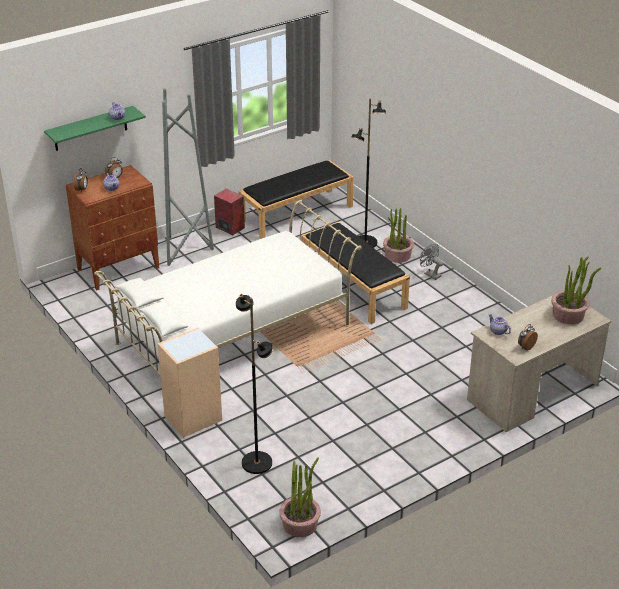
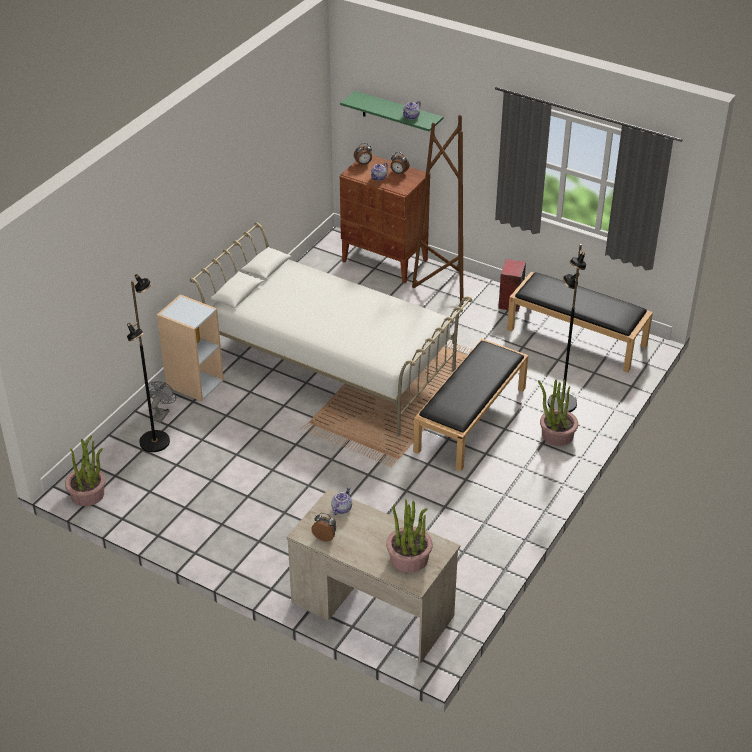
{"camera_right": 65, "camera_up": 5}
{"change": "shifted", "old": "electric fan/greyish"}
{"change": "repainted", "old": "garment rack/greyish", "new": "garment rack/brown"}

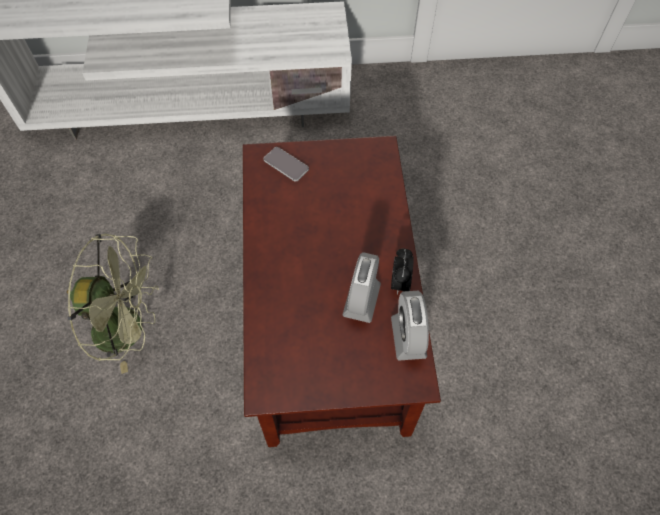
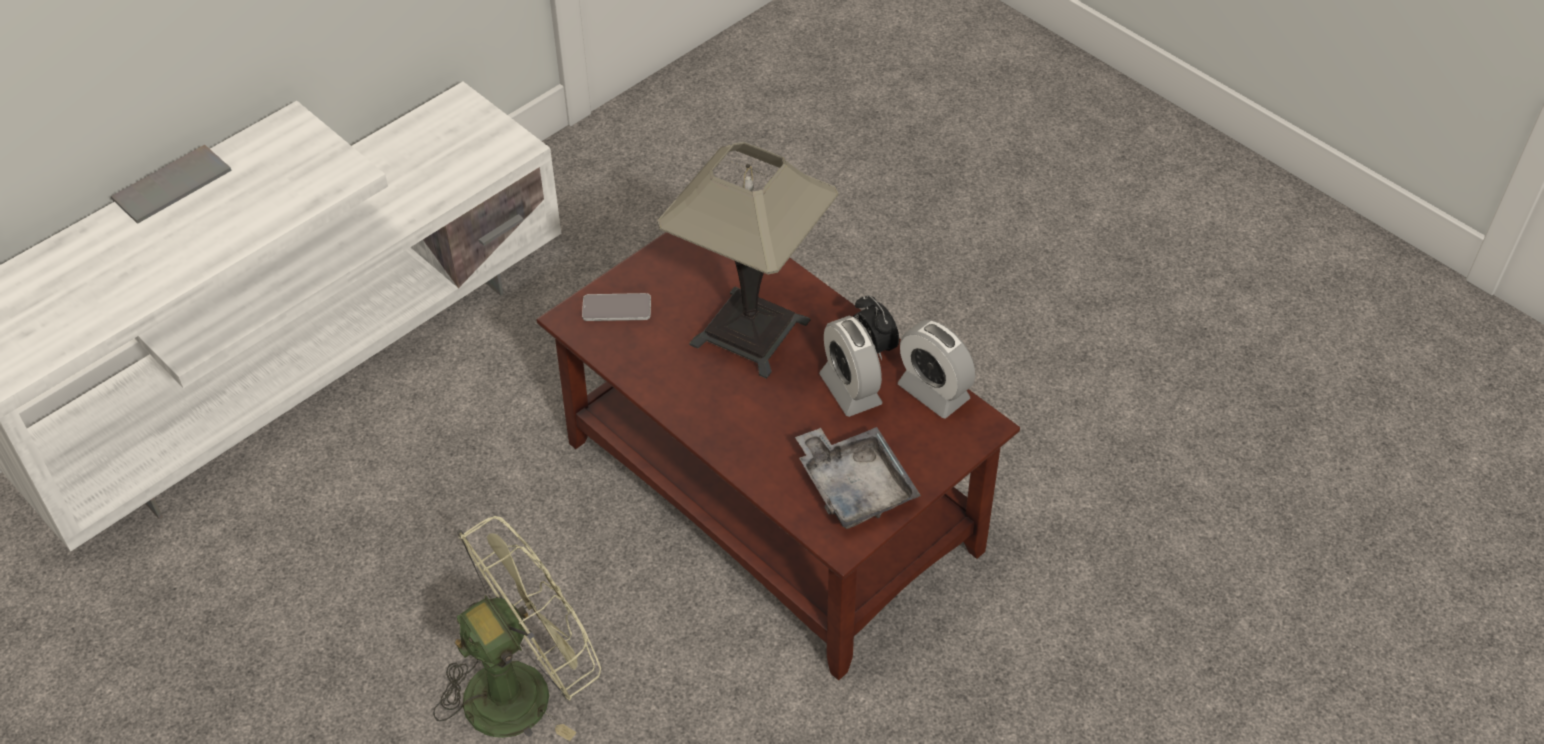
{"camera_right": -40, "camera_up": -10}
{"change": "new", "new": "table lamp"}
{"change": "new", "new": "tray/greyish"}

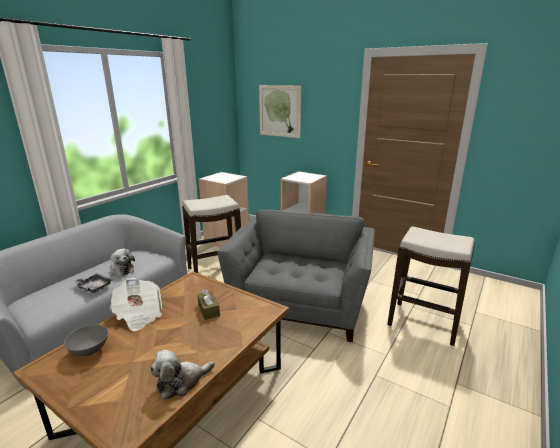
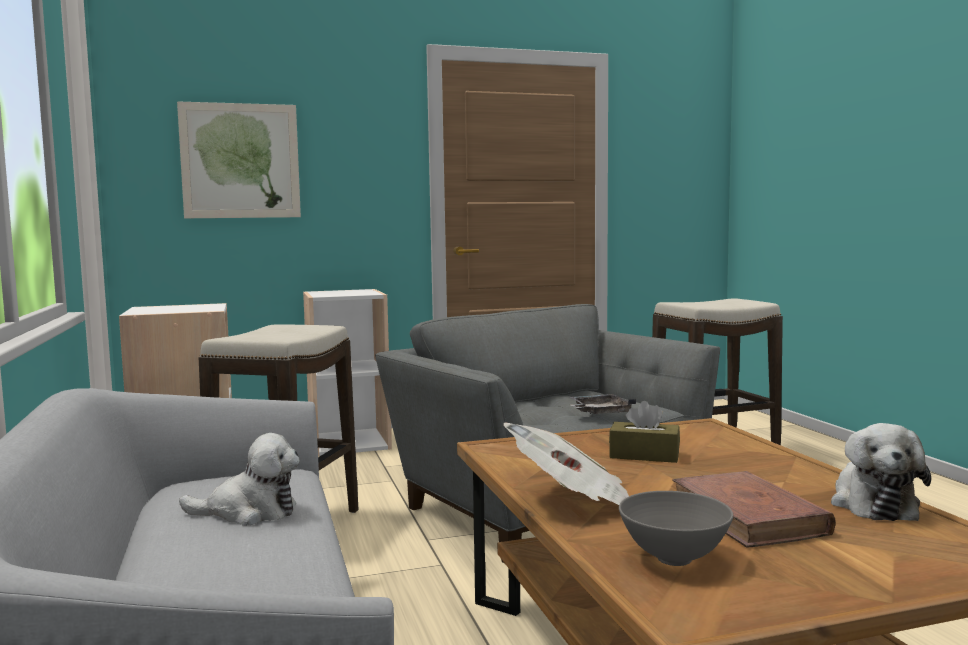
{"camera_right": -50, "camera_up": -15}
{"change": "new", "new": "book/brown"}
{"change": "shifted", "old": "tray/greyish"}

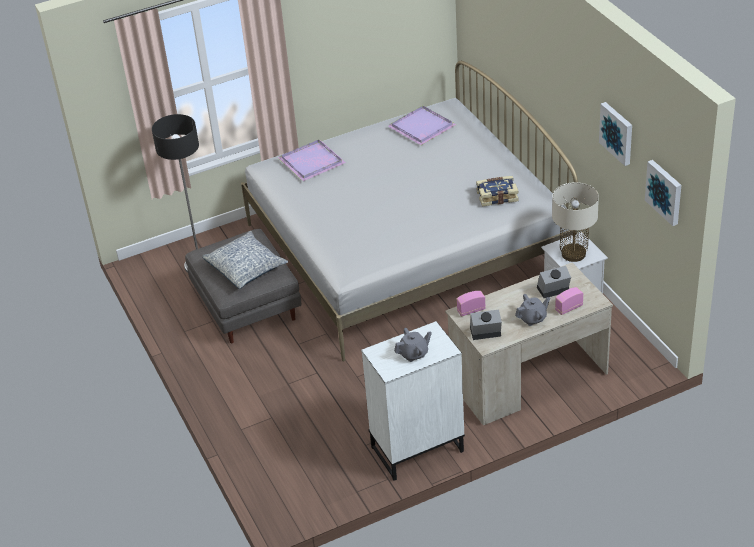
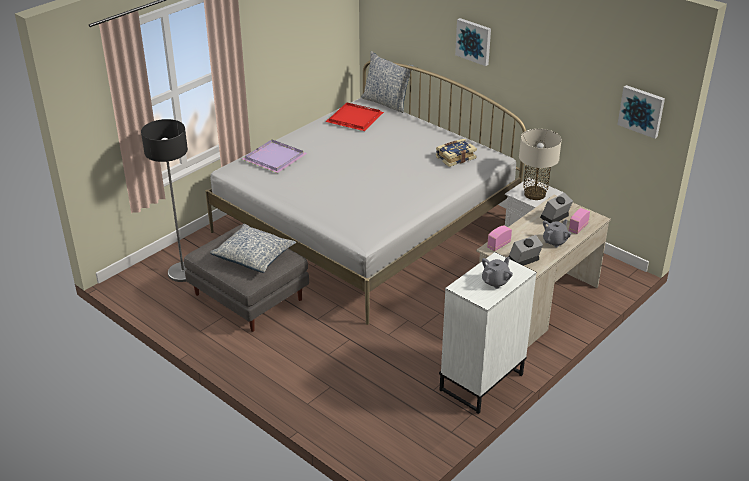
{"camera_right": -25, "camera_up": -5}
{"change": "new", "new": "pillow (no. 2 from left)"}
{"change": "shifted", "old": "wall picture (no. 1 from left)"}
{"change": "repainted", "old": "tray/purple (no. 2 from left)", "new": "tray/red-coloured"}

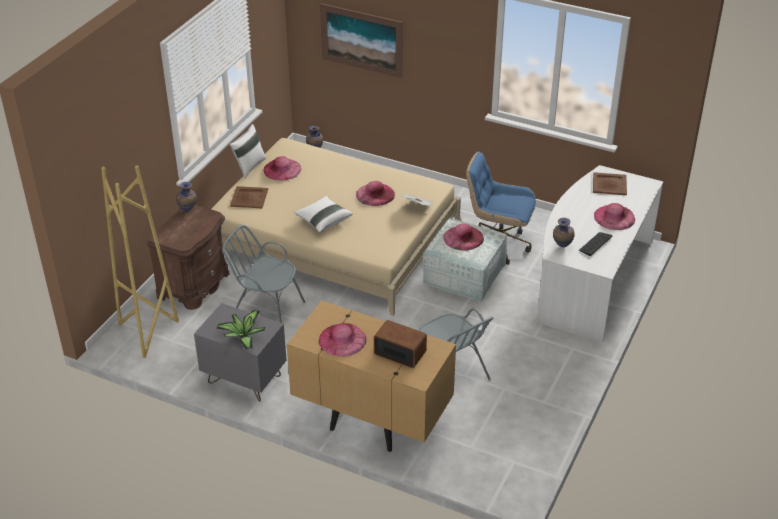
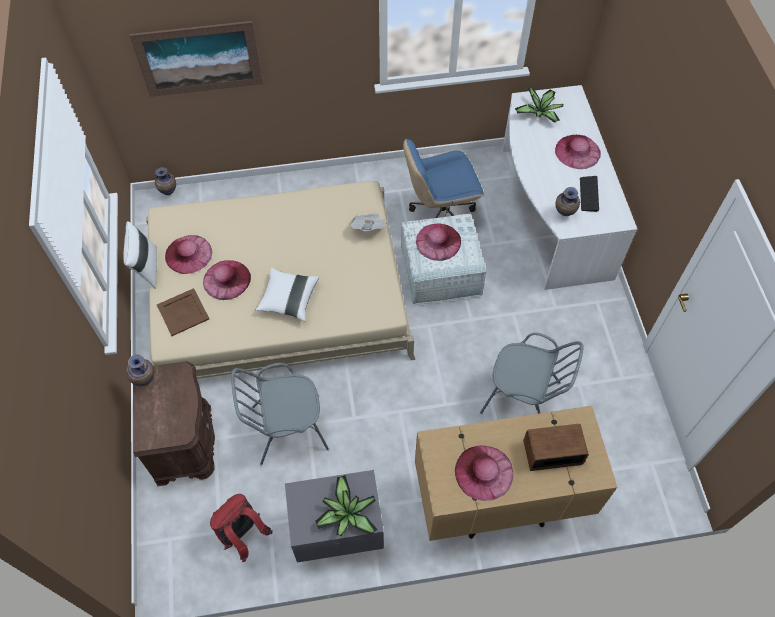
{"camera_right": -35, "camera_up": 20}
{"change": "gone", "old": "garment rack/yellow"}
{"change": "new", "new": "backpack/red-coloured"}
{"change": "shifted", "old": "wearable hat/pinkish (no. 3 from left in the first image)", "new": "wearable hat/pinkish (no. 2 from left)"}
{"change": "swapped", "old": "tray/brown (no. 2 from left)", "new": "plant in a pot (no. 2 from left)"}

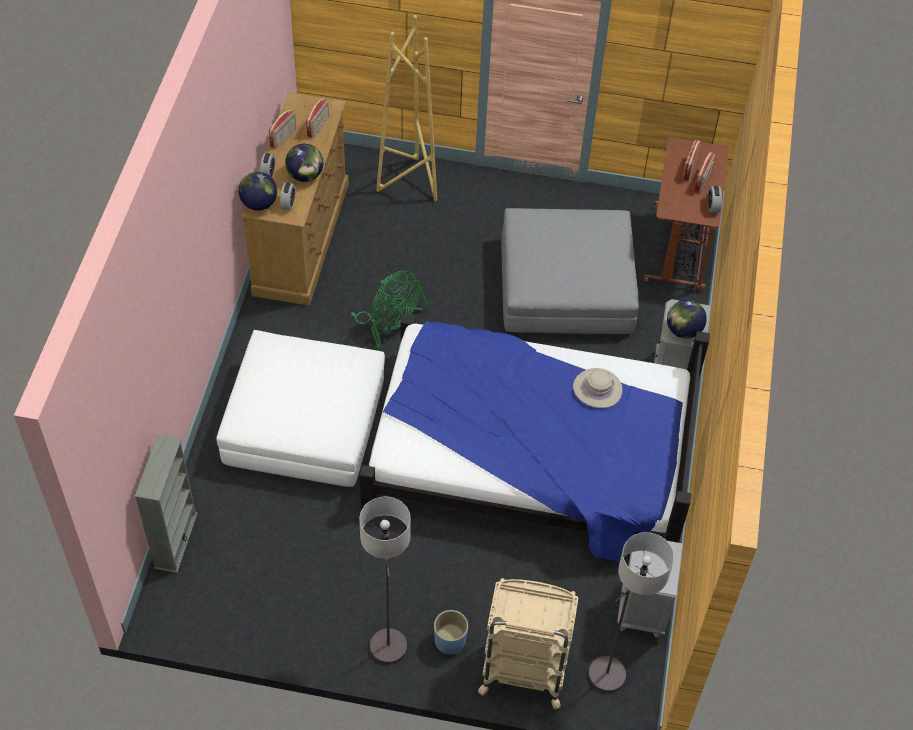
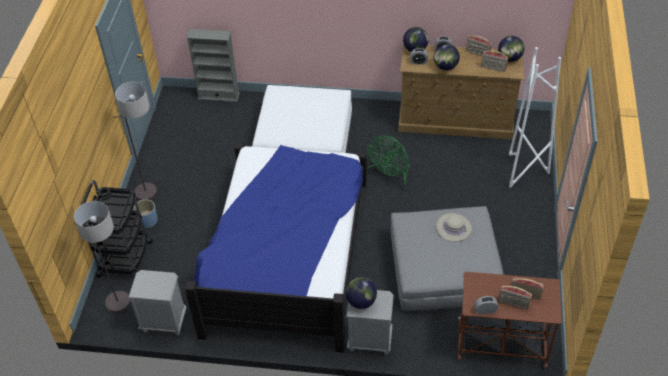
{"camera_right": 90, "camera_up": -5}
{"change": "new", "new": "world globe (no. 4 from left)"}
{"change": "shifted", "old": "wearable hat/beige-coloured"}
{"change": "repainted", "old": "garment rack/yellow", "new": "garment rack/whitish"}
{"change": "repainted", "old": "trolley/beige-coloured", "new": "trolley/black"}

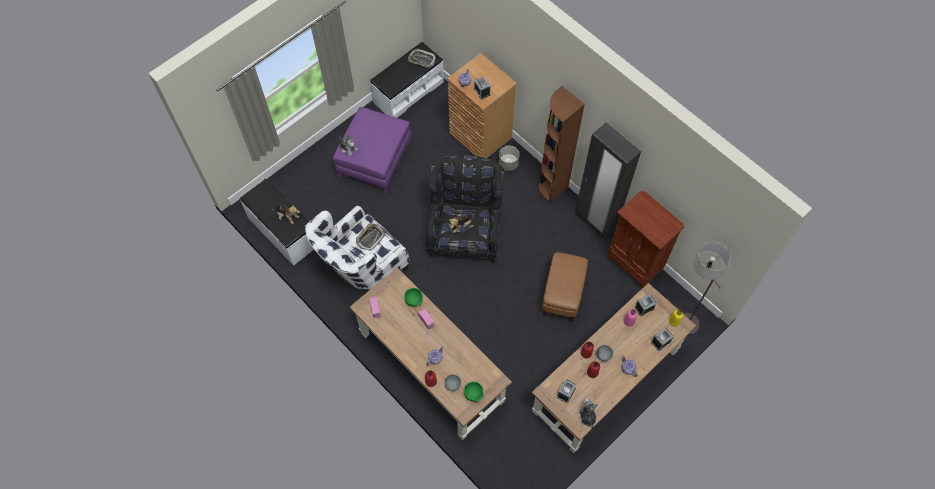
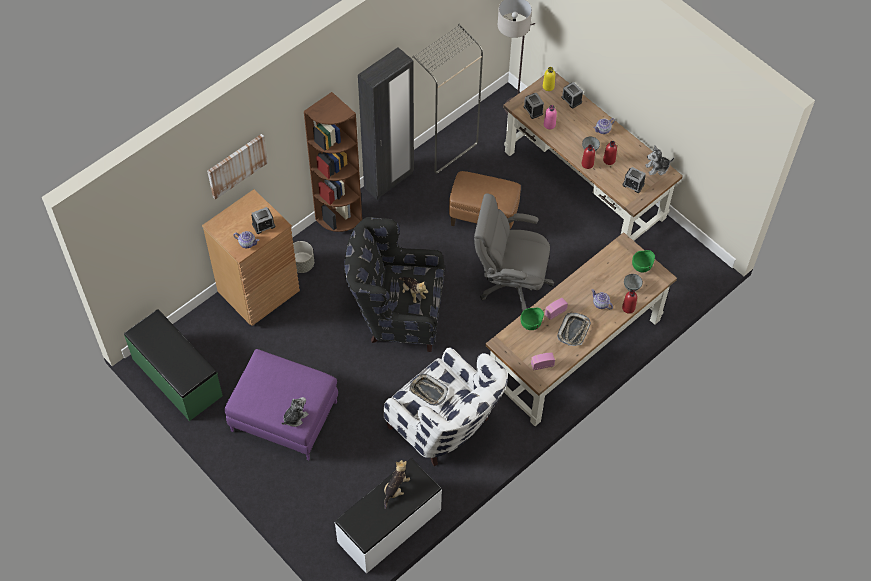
{"camera_right": -90, "camera_up": -5}
{"change": "new", "new": "wall picture"}
{"change": "new", "new": "desk chair/greyish"}
{"change": "shifted", "old": "tray (no. 2 from left)"}
{"change": "swapped", "old": "cupboard/brown", "new": "garment rack/greyish"}
{"change": "repainted", "old": "bench/whitish (no. 2 from left)", "new": "bench/greenish"}

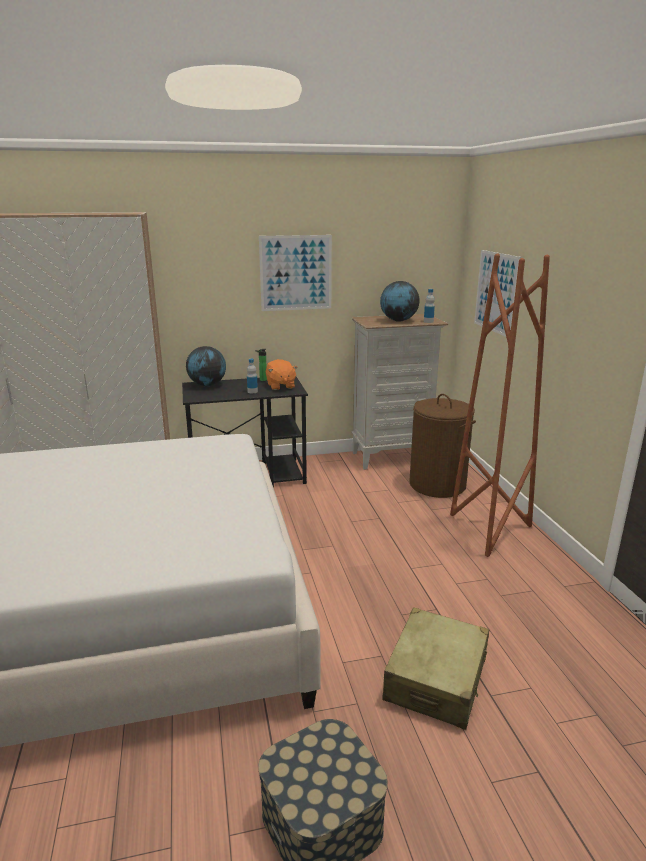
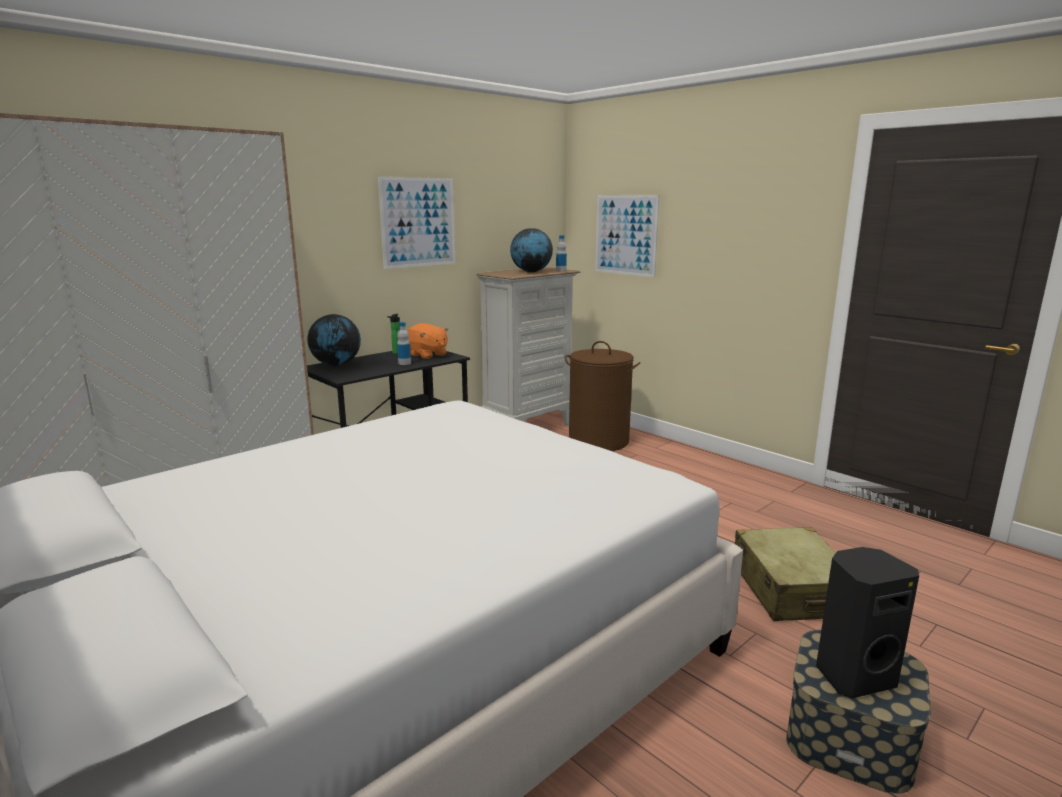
{"camera_right": -30, "camera_up": -5}
{"change": "gone", "old": "garment rack/brown"}
{"change": "new", "new": "audio speaker/black"}

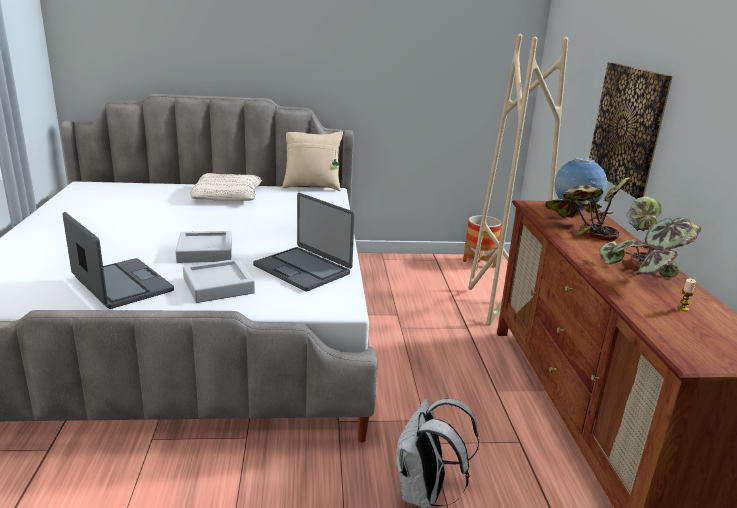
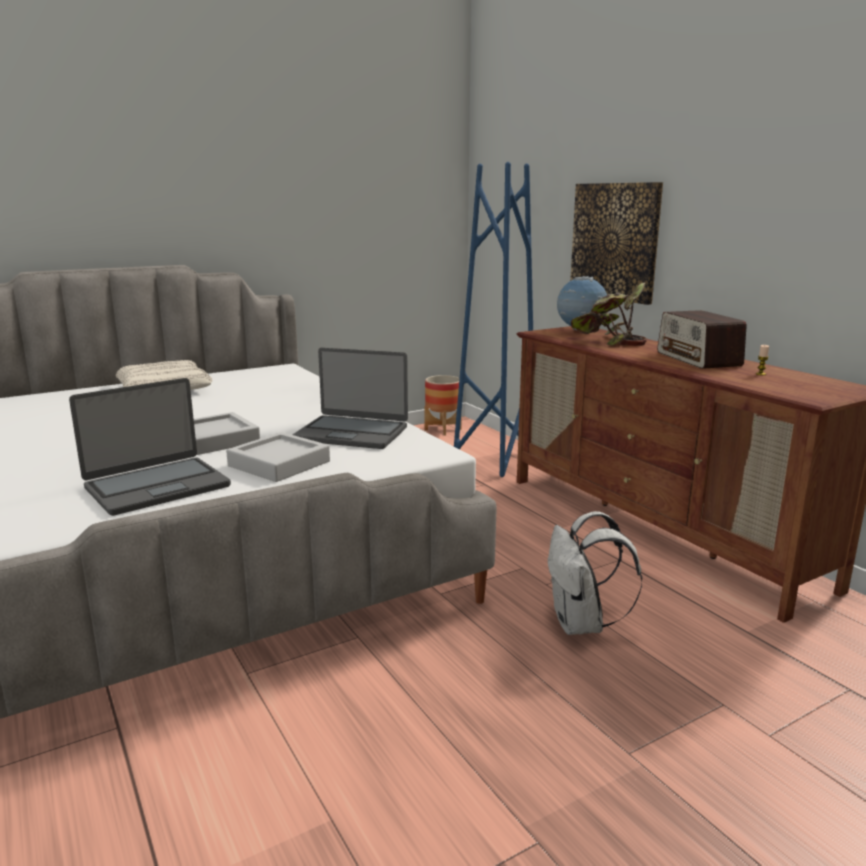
{"camera_right": -25, "camera_up": -5}
{"change": "gone", "old": "pillow/beige-coloured (no. 2 from left)"}
{"change": "swapped", "old": "plant in a pot (no. 2 from left)", "new": "radio receiver"}
{"change": "repainted", "old": "garment rack/beige-coloured", "new": "garment rack/bluish"}
{"change": "rotated", "old": "portable computer (no. 1 from left)", "degrees": 120}

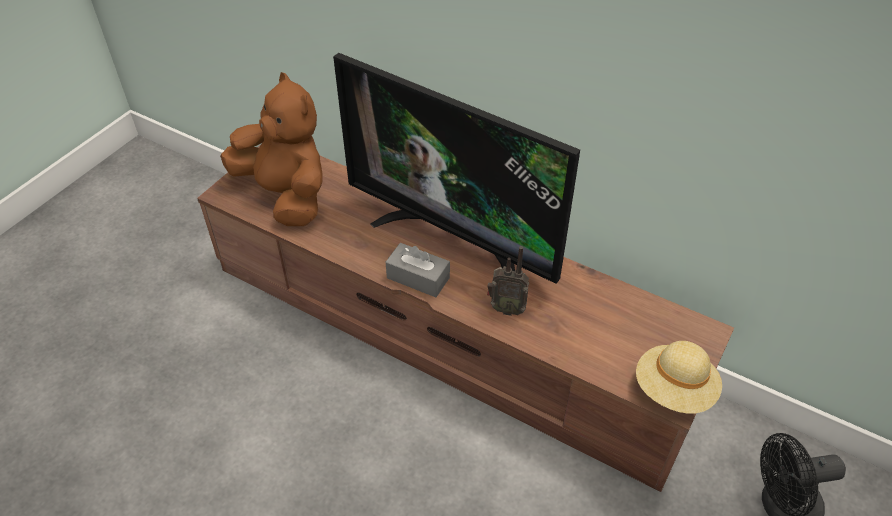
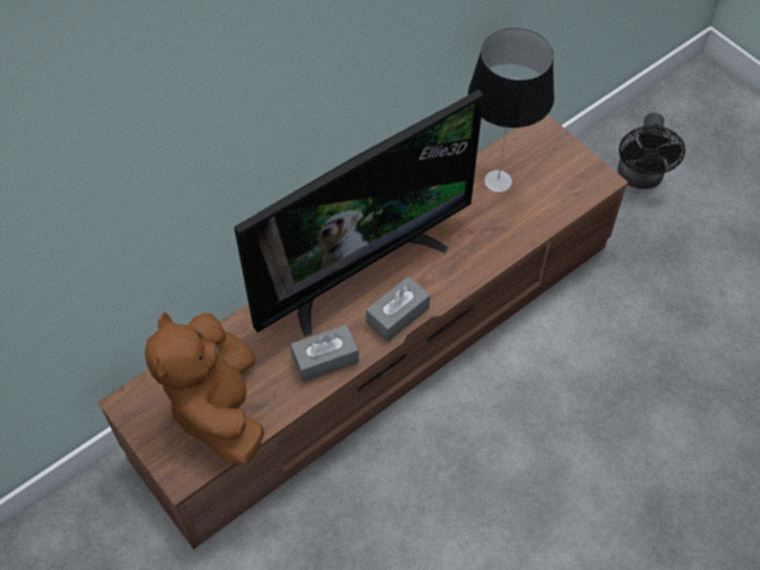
{"camera_right": -70, "camera_up": 10}
{"change": "gone", "old": "radio receiver"}
{"change": "gone", "old": "wearable hat/beige-coloured"}
{"change": "new", "new": "tissue box/greyish (no. 1 from left)"}
{"change": "new", "new": "table lamp"}
{"change": "rotated", "old": "soft toy/brown", "degrees": -75}

